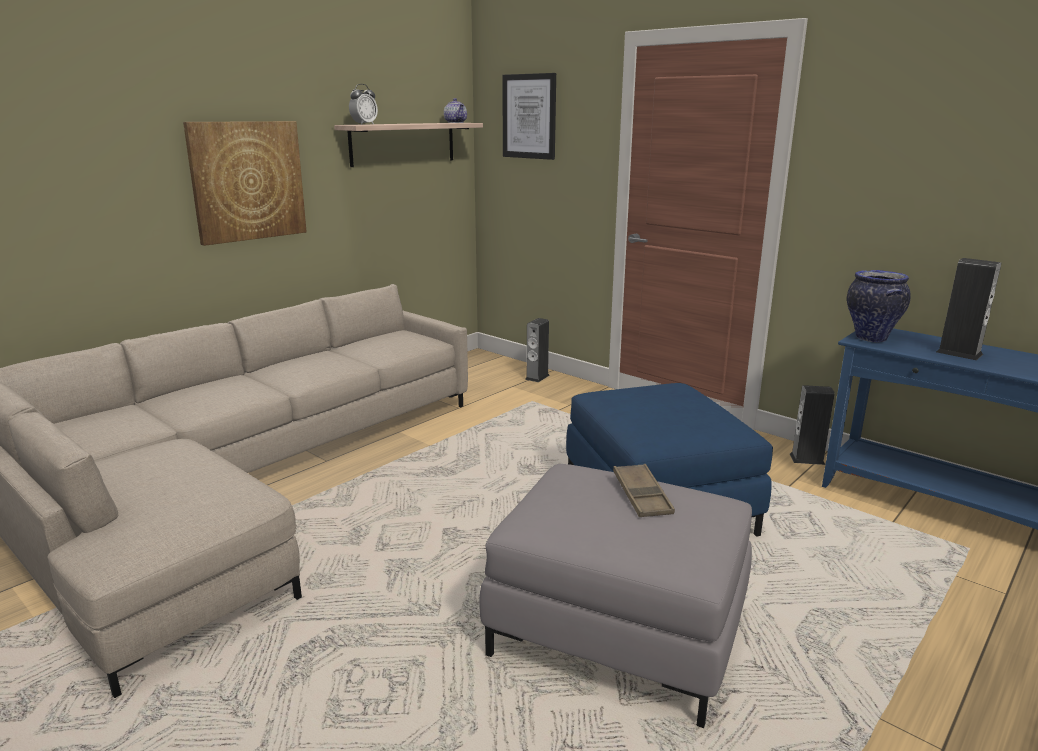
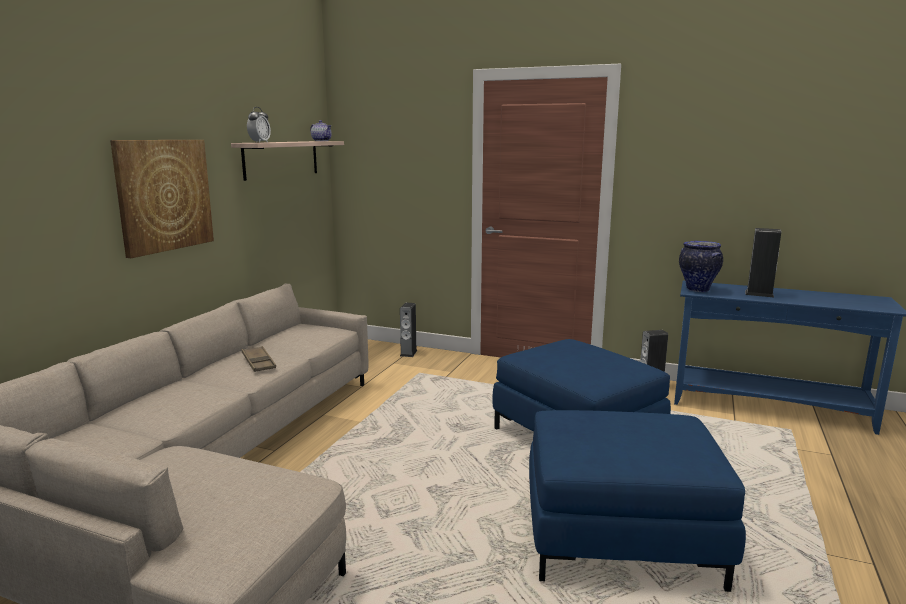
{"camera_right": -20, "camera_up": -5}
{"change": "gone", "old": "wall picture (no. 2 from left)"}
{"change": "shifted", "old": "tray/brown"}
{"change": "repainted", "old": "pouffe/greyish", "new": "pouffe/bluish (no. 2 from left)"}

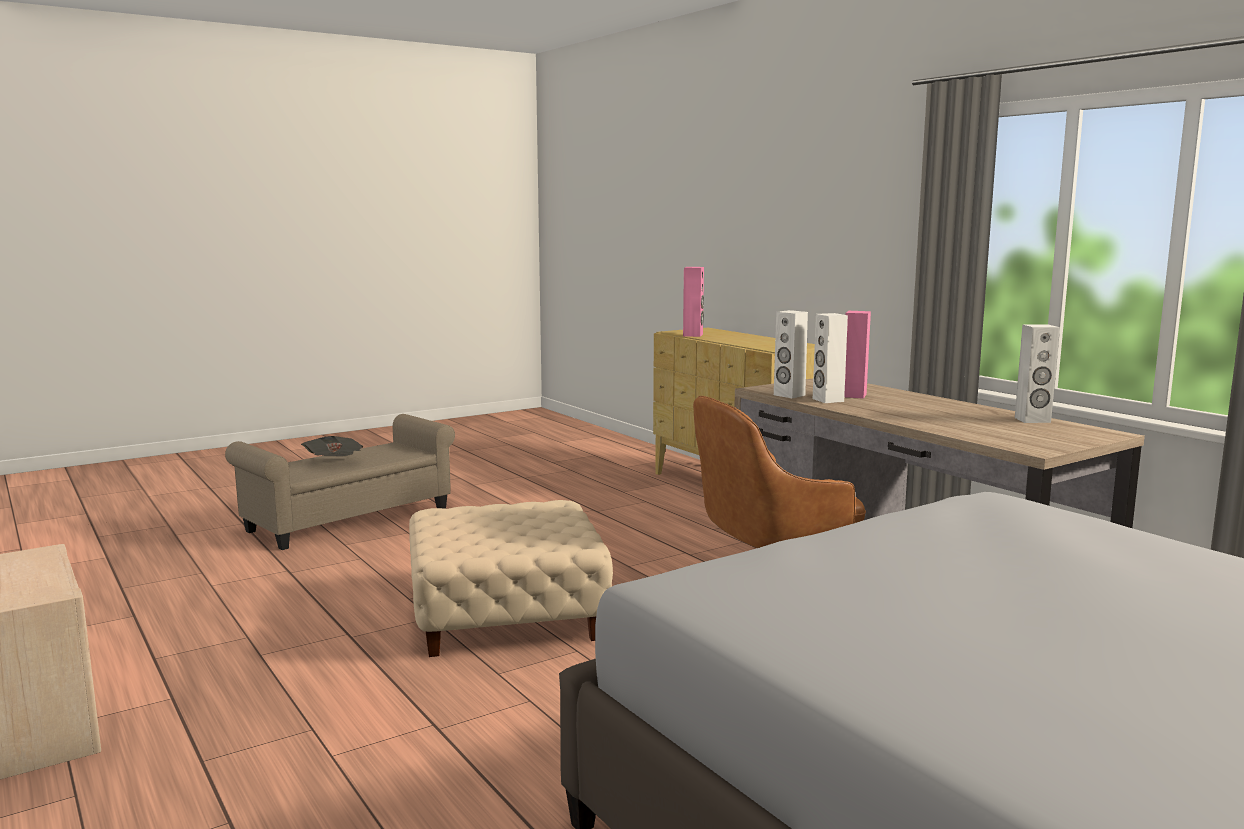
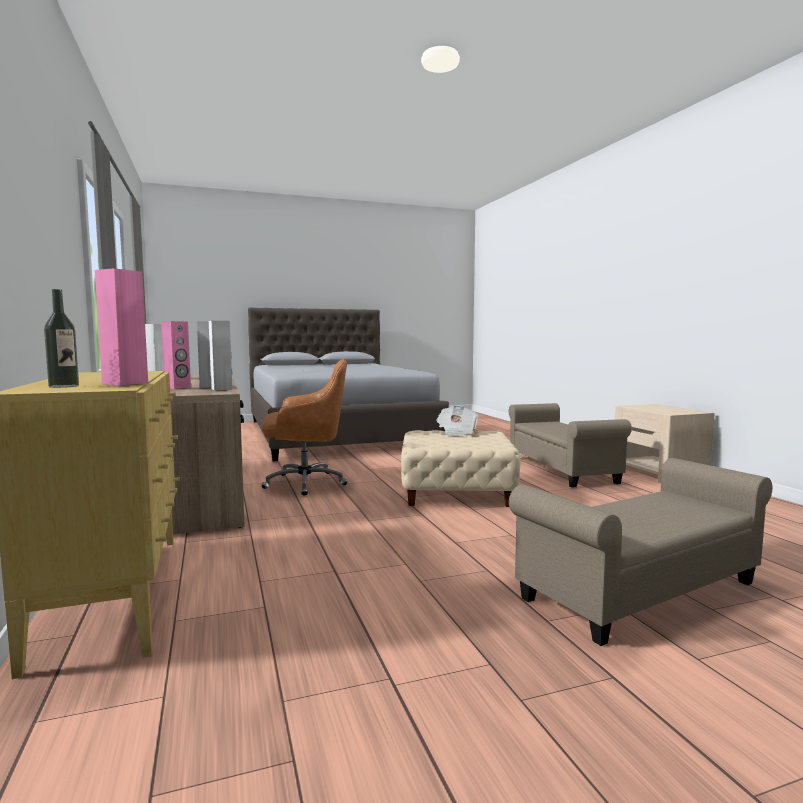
{"camera_right": -165, "camera_up": -5}
{"change": "new", "new": "drink bottle"}
{"change": "new", "new": "pouffe/beige-coloured (no. 2 from left)"}
{"change": "shifted", "old": "daily paper"}

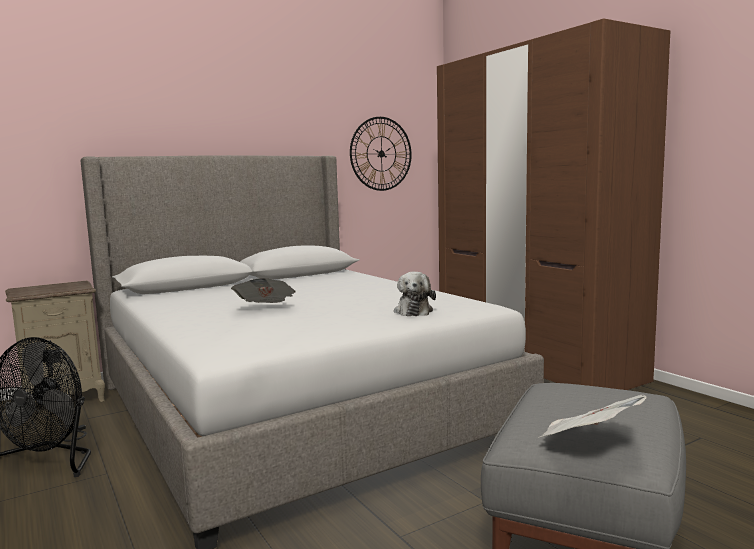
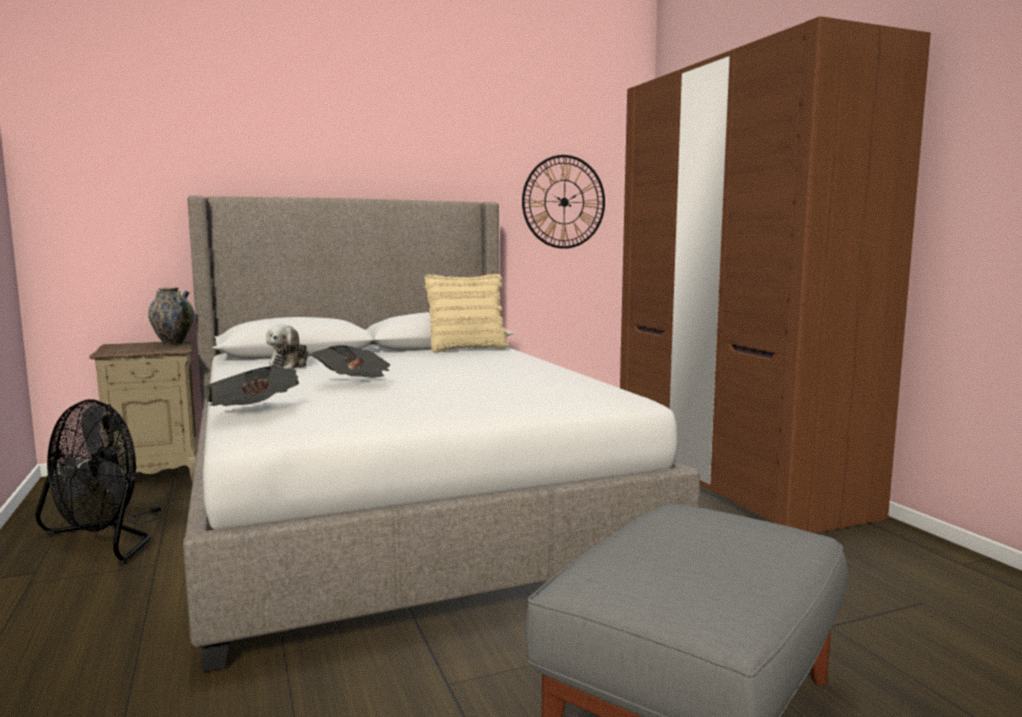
{"camera_right": 10, "camera_up": 0}
{"change": "new", "new": "decorative vase"}
{"change": "new", "new": "pillow/beige-coloured"}
{"change": "shifted", "old": "soft toy"}
{"change": "shifted", "old": "daily paper (no. 2 from left in the first image)", "new": "daily paper (no. 1 from left)"}

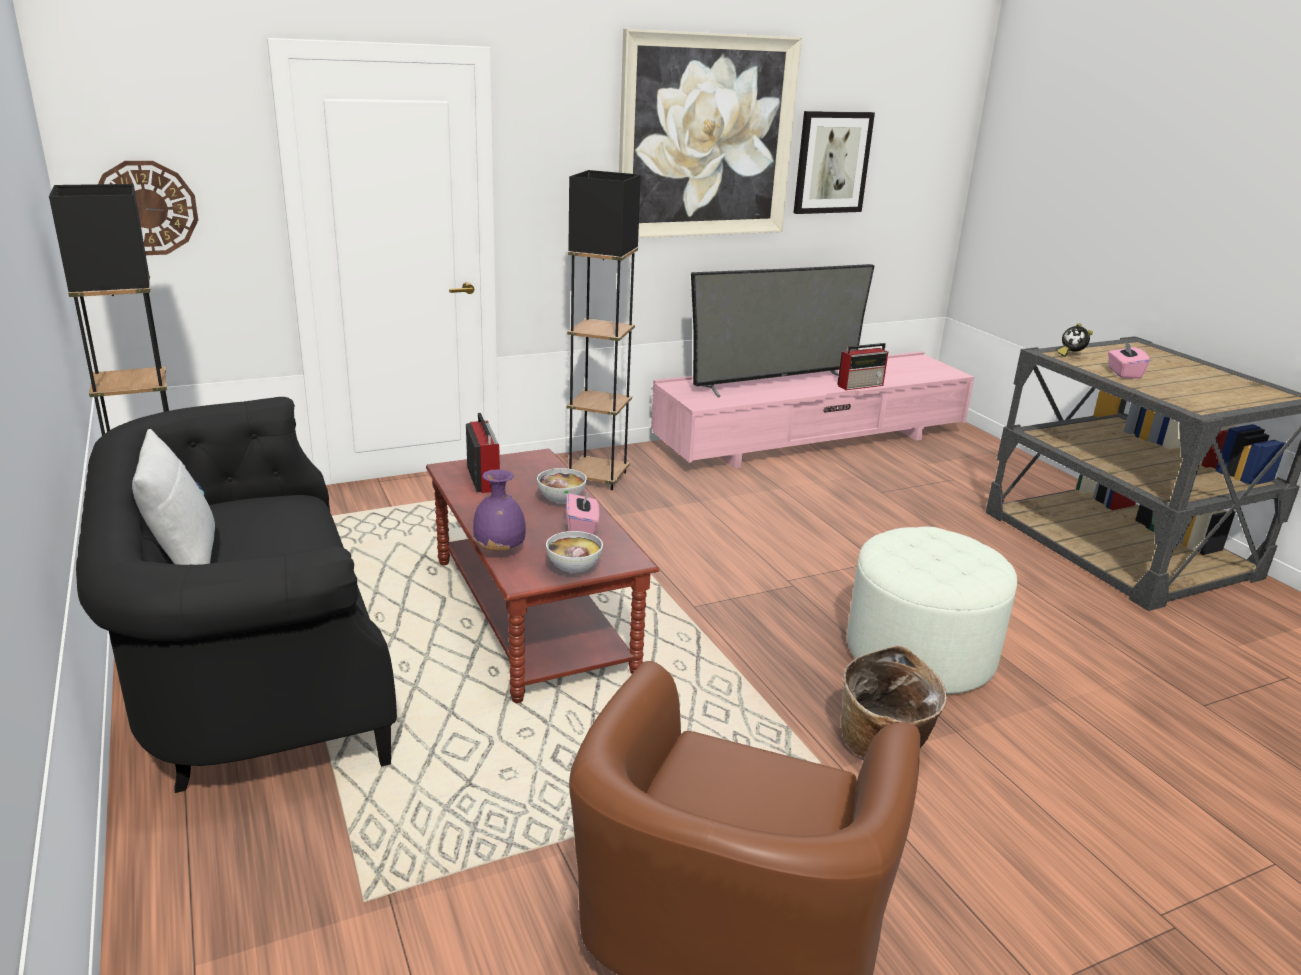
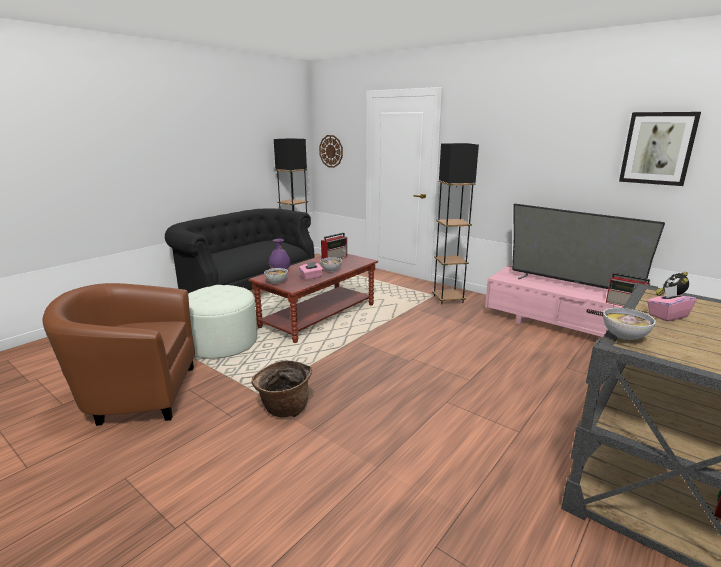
{"camera_right": 65, "camera_up": -5}
{"change": "gone", "old": "pillow/greyish"}
{"change": "gone", "old": "wall picture (no. 1 from left)"}
{"change": "new", "new": "deep dish (no. 3 from left)"}
{"change": "shifted", "old": "pouffe/whitish"}

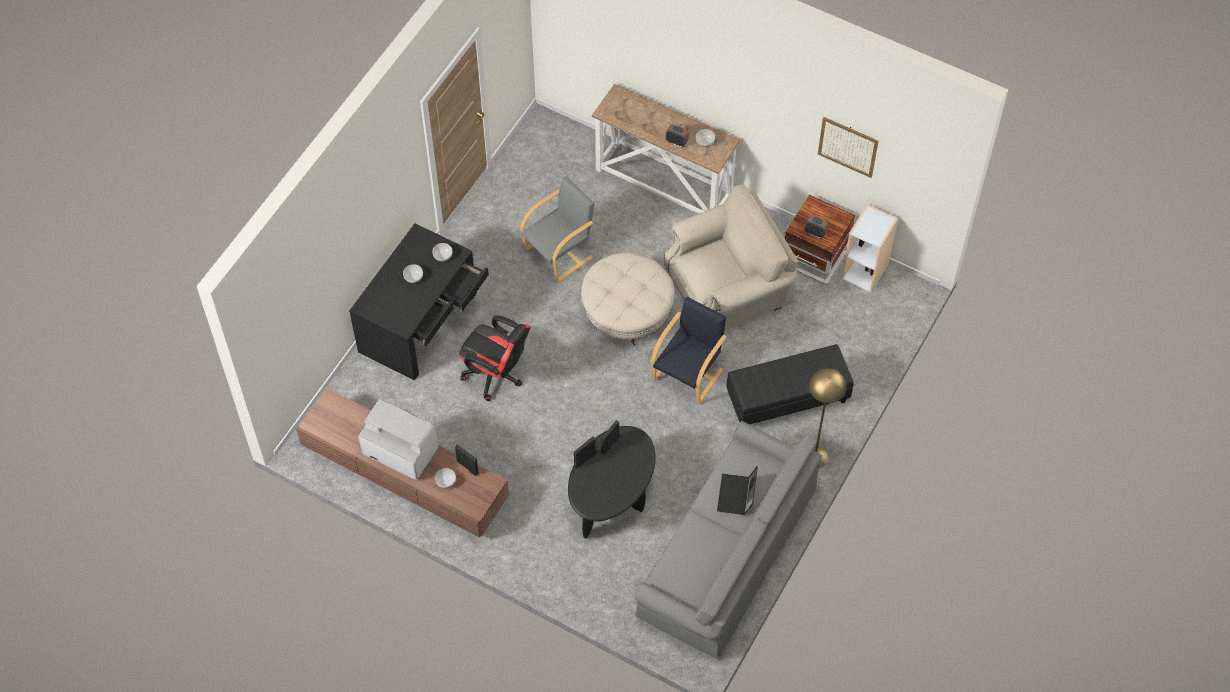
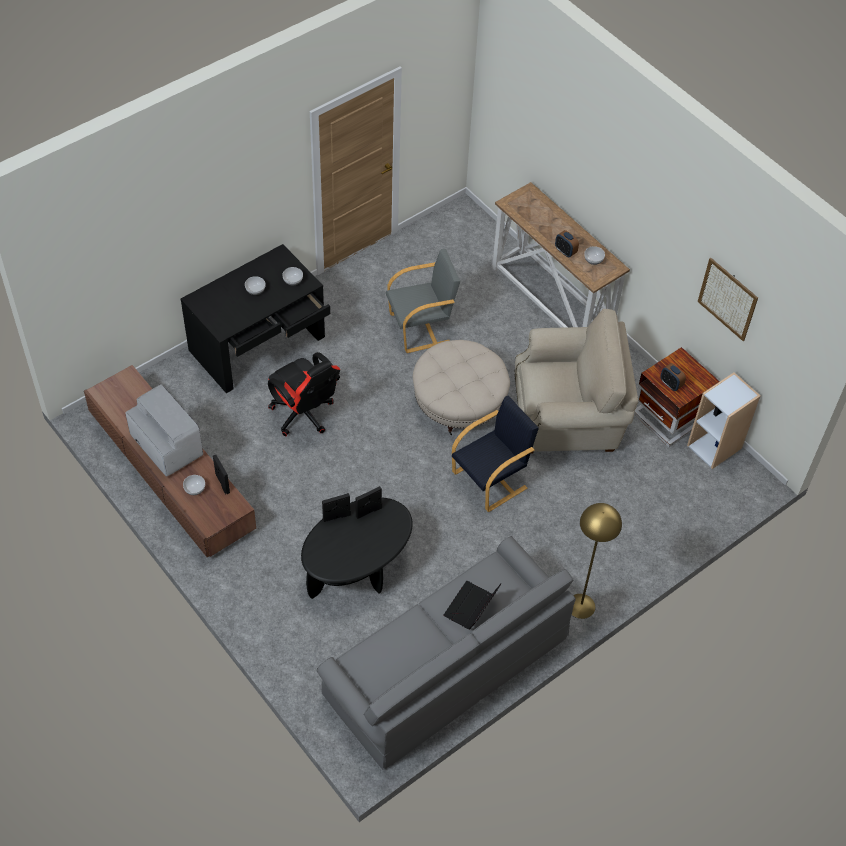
{"camera_right": 20, "camera_up": -5}
{"change": "gone", "old": "pouffe/black"}

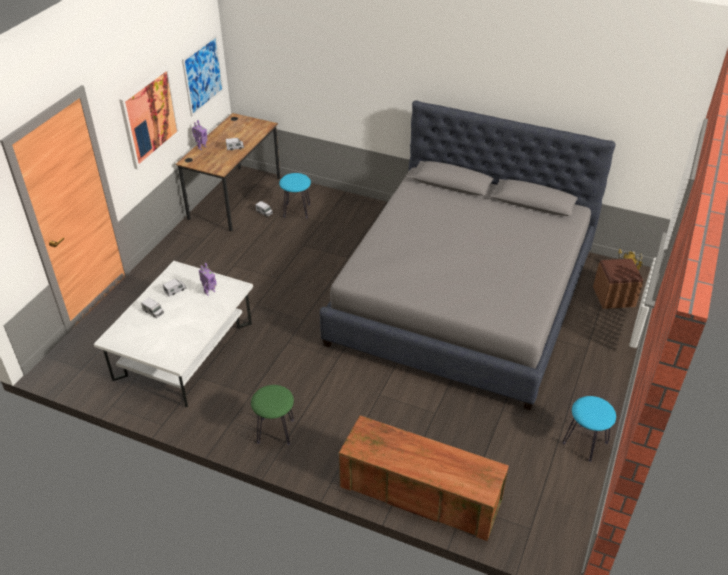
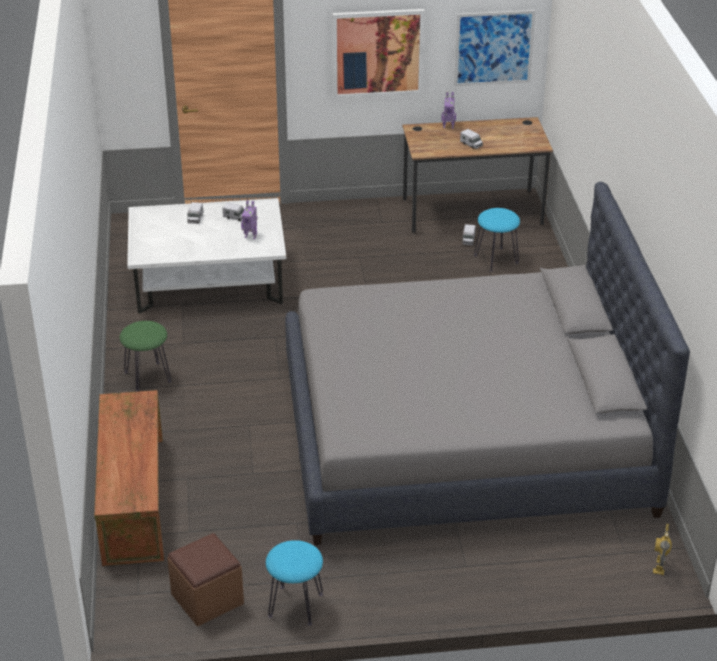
{"camera_right": 60, "camera_up": -5}
{"change": "shifted", "old": "pouffe/brown"}

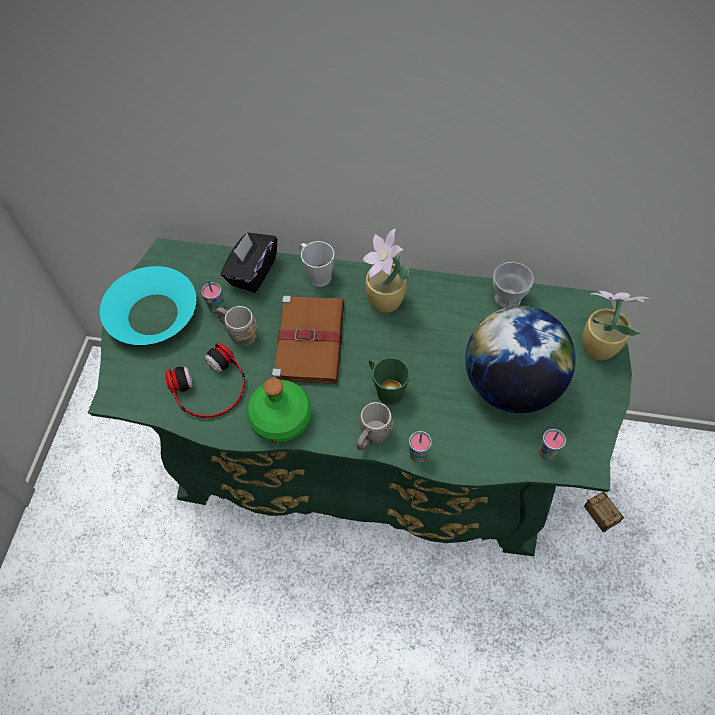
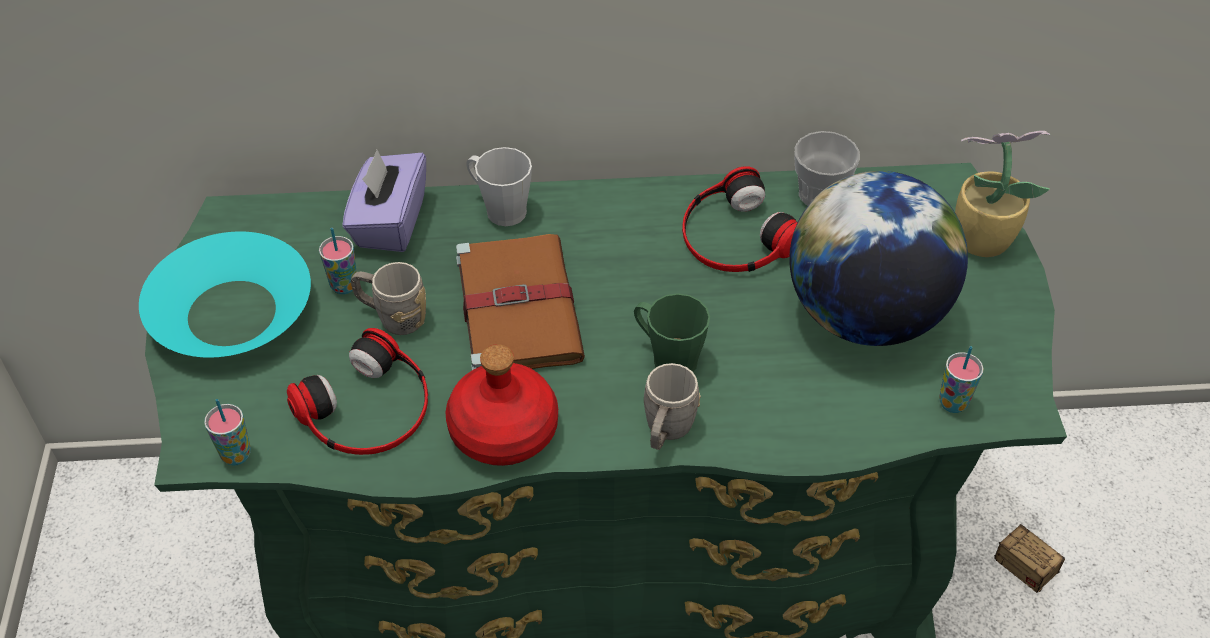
{"camera_right": -15, "camera_up": -10}
{"change": "gone", "old": "plant in a pot (no. 1 from left)"}
{"change": "new", "new": "headset (no. 2 from left)"}
{"change": "shifted", "old": "cup (no. 2 from left in the first image)", "new": "cup (no. 1 from left)"}
{"change": "repainted", "old": "tissue box/black", "new": "tissue box/purple"}
{"change": "repainted", "old": "drink bottle/greenish", "new": "drink bottle/red-coloured"}

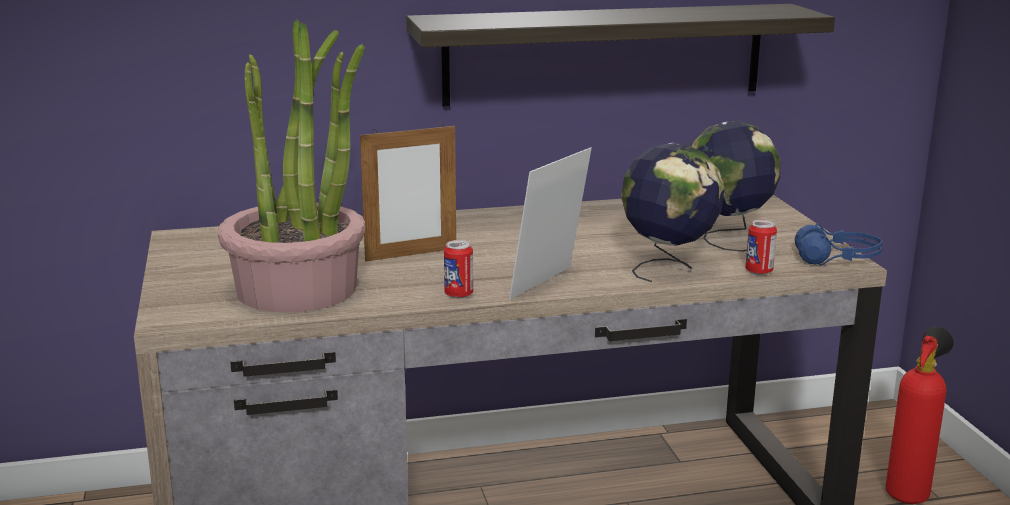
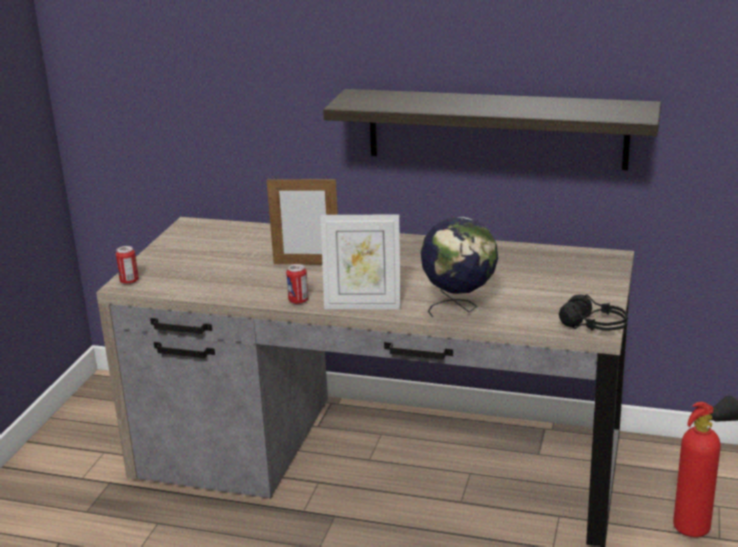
{"camera_right": 30, "camera_up": 5}
{"change": "gone", "old": "plant in a pot"}
{"change": "gone", "old": "world globe (no. 2 from left)"}
{"change": "shifted", "old": "can (no. 2 from left in the first image)", "new": "can (no. 1 from left)"}
{"change": "repainted", "old": "headset/bluish", "new": "headset/black"}
{"change": "rotated", "old": "picture frame (no. 2 from left)", "degrees": -150}

